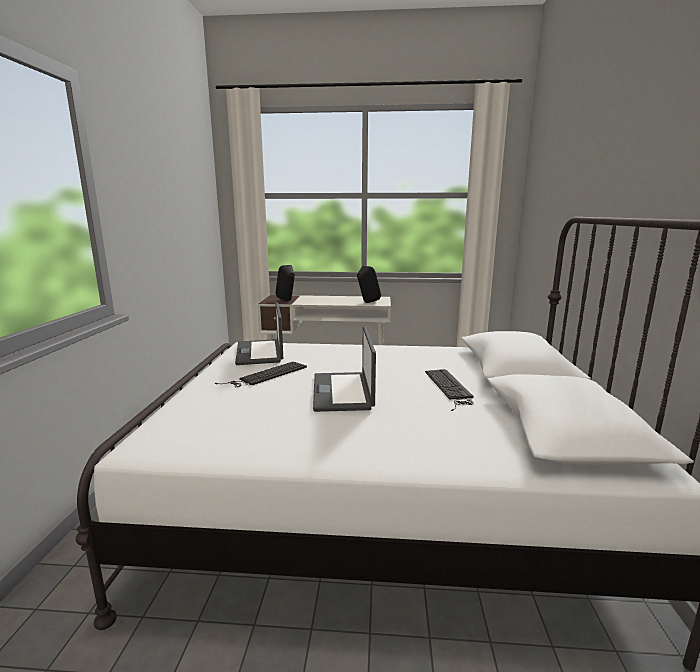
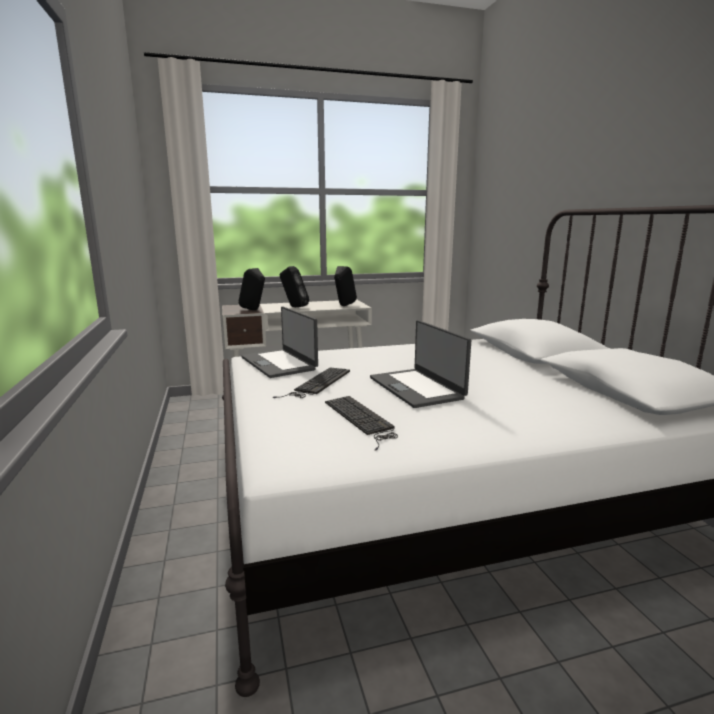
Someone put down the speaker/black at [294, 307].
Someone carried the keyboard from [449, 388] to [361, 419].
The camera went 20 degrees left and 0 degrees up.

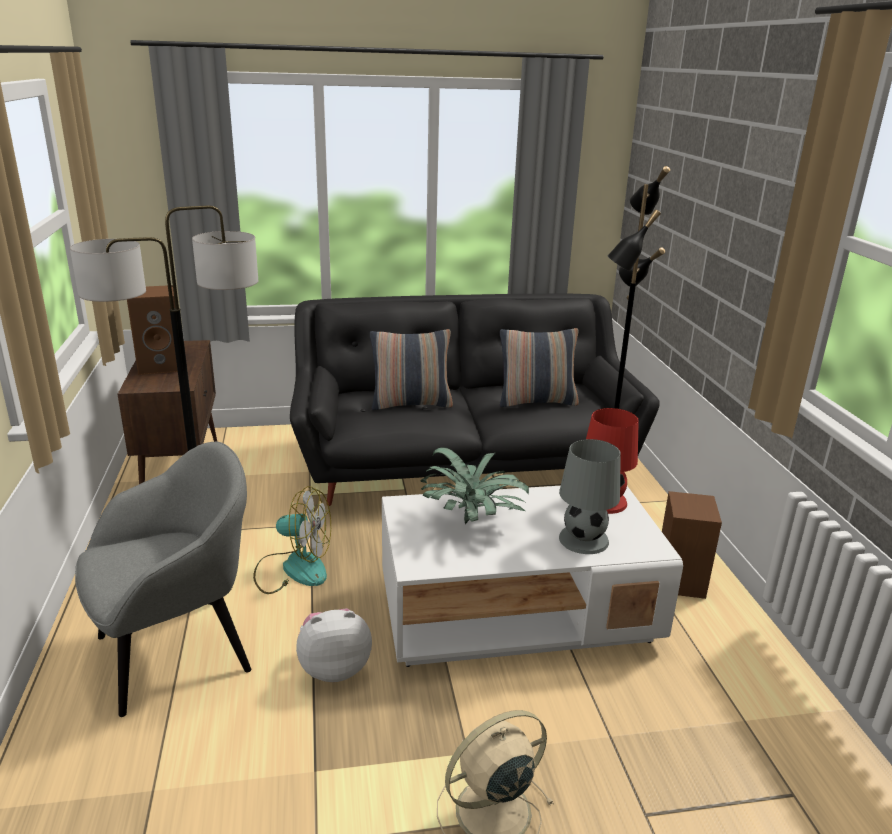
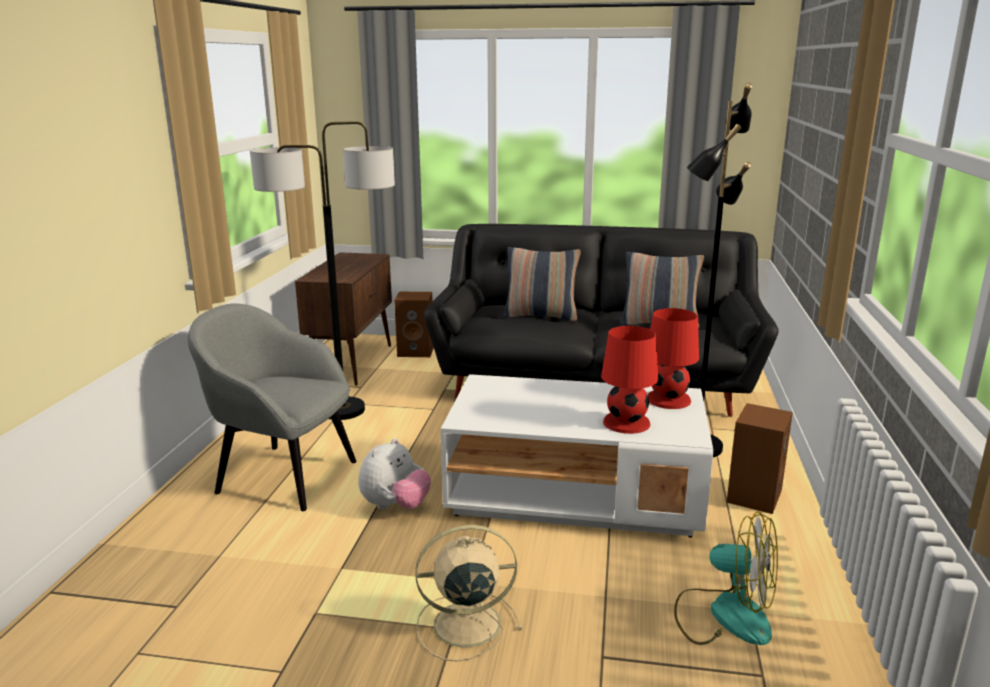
Someone rotated the armchair/grey at [178, 651] by 150 degrees counterclockwise.
Someone rotated the plush toy at [334, 668] by 120 degrees clockwise.
Someone carried the speaker/brown from [163, 365] to [417, 351].
Someone repainted the table lamp/grey at [584, 540], which became the table lamp/red at [627, 423].
Someone carried the fan from [293, 569] to [724, 615].
Someone took away the potted plant at [471, 521].
The camera went 20 degrees right and 5 degrees down.

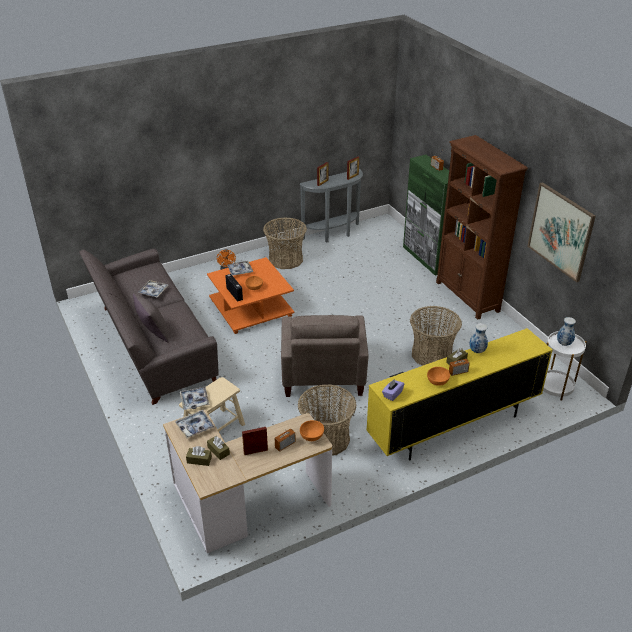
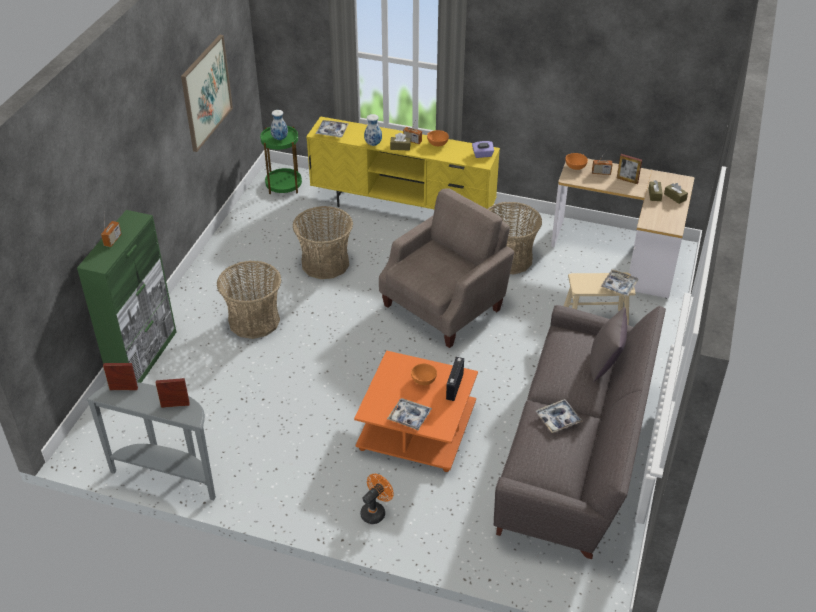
Someone carried the basket from [285, 259] to [254, 321].
Someone repainted the side table/white at [555, 387], which became the side table/green at [283, 185].
Someone carried the tray from [195, 427] to [332, 132].
Someone took away the bookcase/brown at [467, 297].
The camera went 135 degrees left and 5 degrees up.

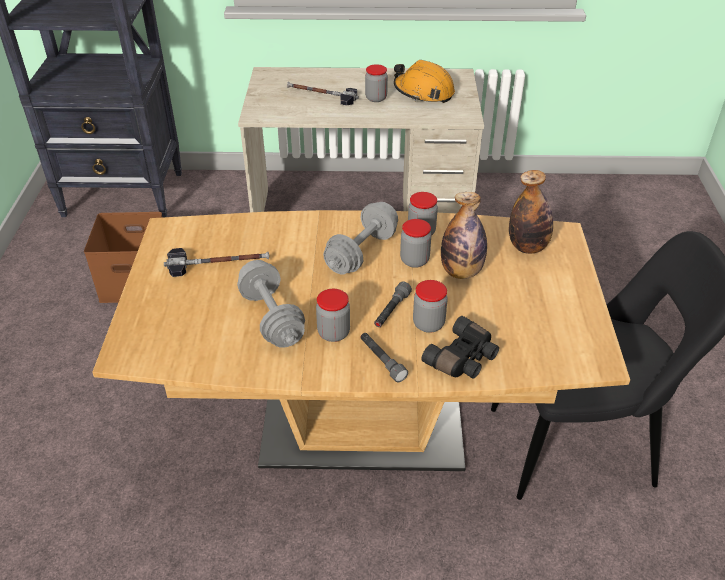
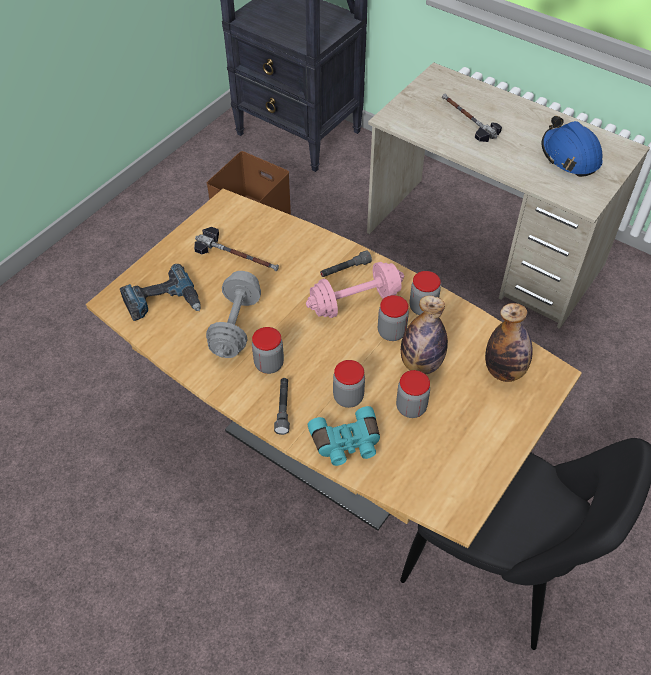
Someone put down the power drill at [162, 302].
Someone repainted the dumbbell/grey at [361, 252], which became the dumbbell/pink at [355, 302].
Someone repainted the binoculars/black at [463, 359], which became the binoculars/turquoise at [346, 444].
Someone carried the flashlight/grey from [391, 311] to [345, 269].
Someone carried the jar from [376, 98] to [411, 407].
Someone repainted the hard hat/orange at [423, 92], which became the hard hat/blue at [569, 156].
The camera went 35 degrees right and 10 degrees up.

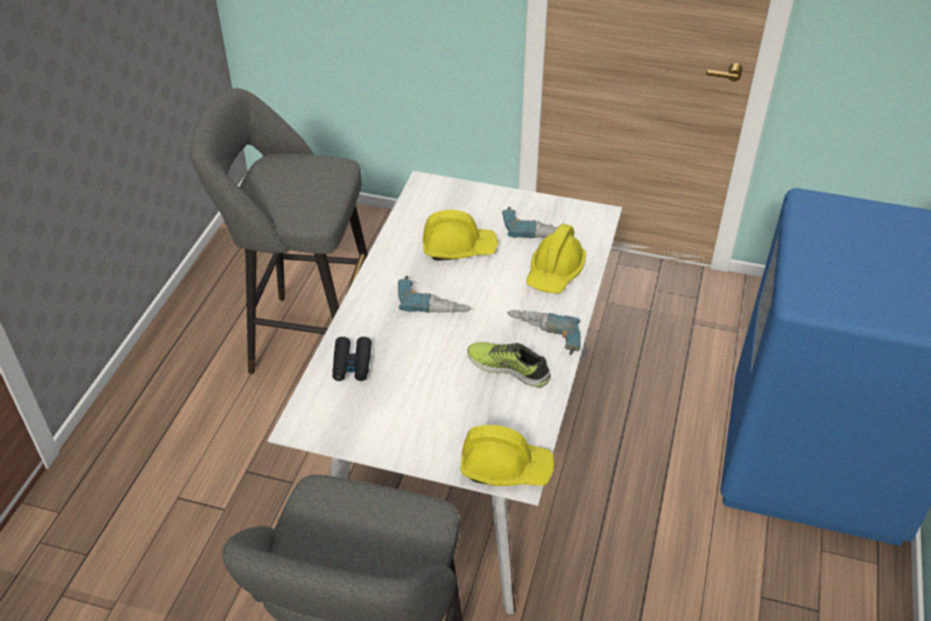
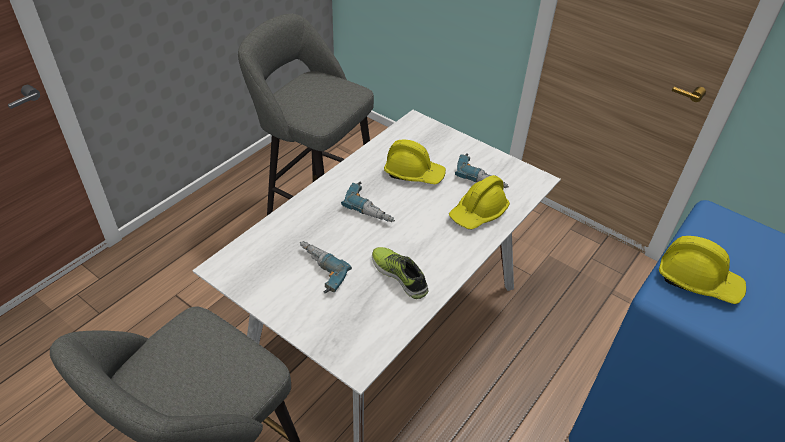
Someone carried the power drill from [542, 337] to [317, 271].
Someone carried the hard hat/yellow from [505, 467] to [697, 280].
Someone took away the binoculars/black at [352, 364].
The camera went 20 degrees right and 0 degrees up.

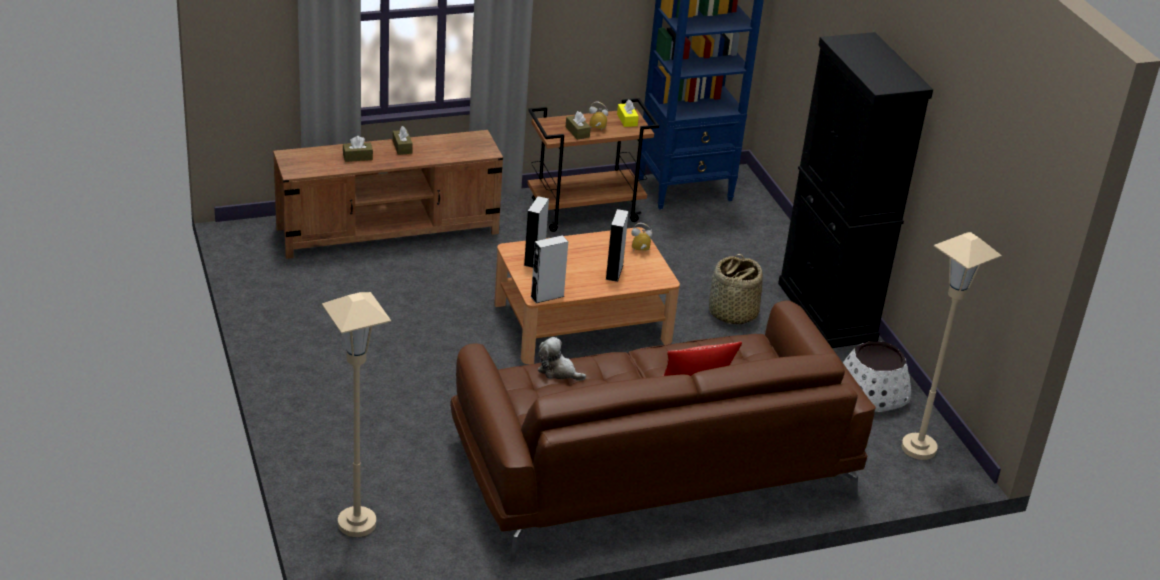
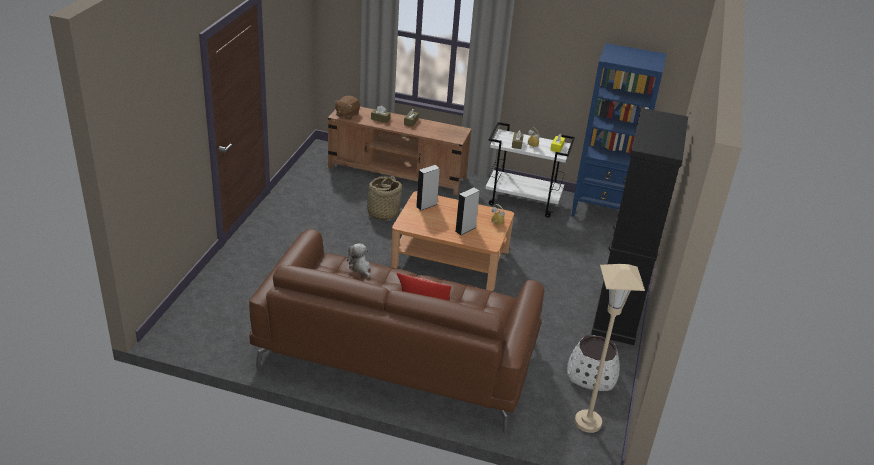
Someone put down the plush toy/brown at [347, 115].
Someone carried the basket from [732, 313] to [382, 213].
Someone repainted the cart/brown at [586, 211], which became the cart/white at [523, 201].
Someone took away the floor lamp/beige at [356, 523].
Someone took away the speaker/grey at [547, 296].
The camera went 35 degrees right and 0 degrees up.

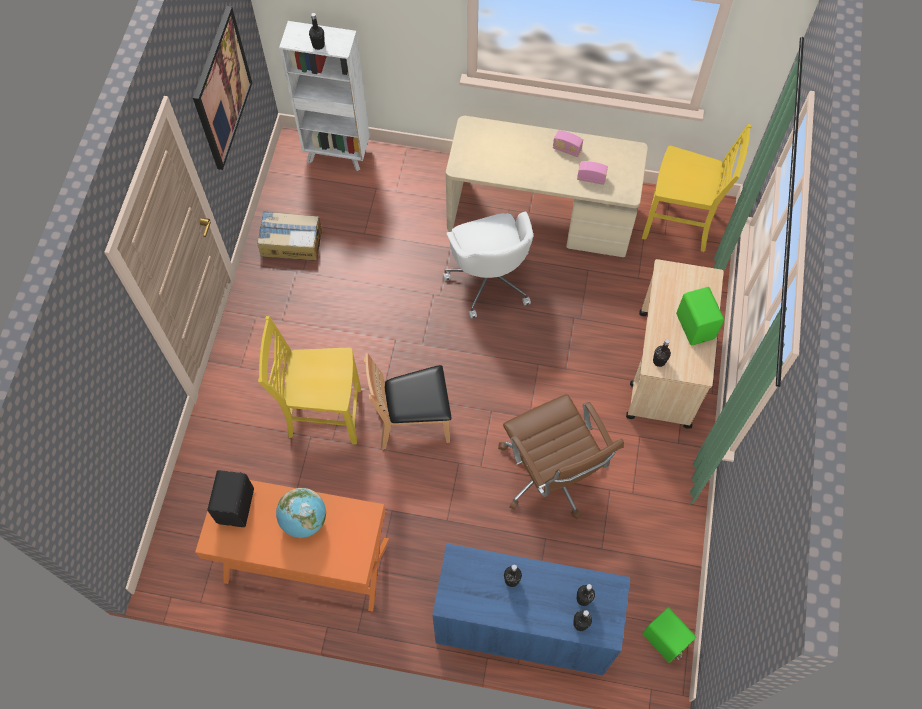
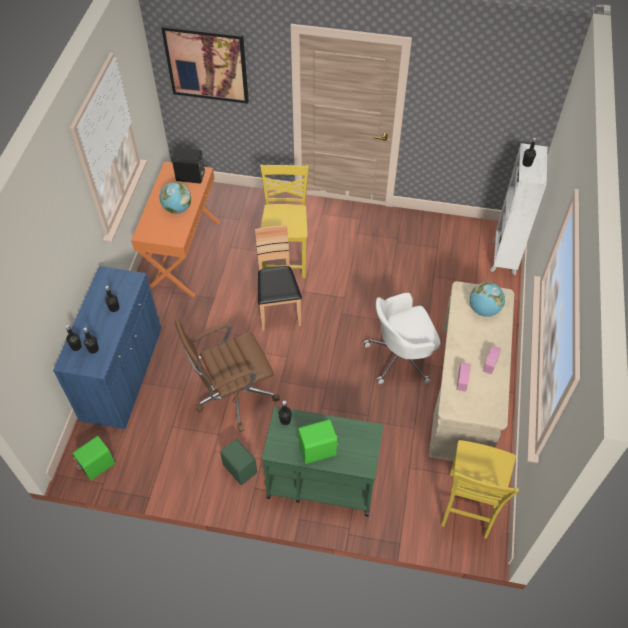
Someone carried the picture from [221, 89] to [207, 64].
Someone put down the speaker/green at [240, 468].
Someone repainted the cart/beige at [664, 370], which became the cart/green at [321, 481].
Someone put down the globe at [484, 309].
Someone took away the cardboard box at [291, 242].
The camera went 90 degrees right and 10 degrees down.

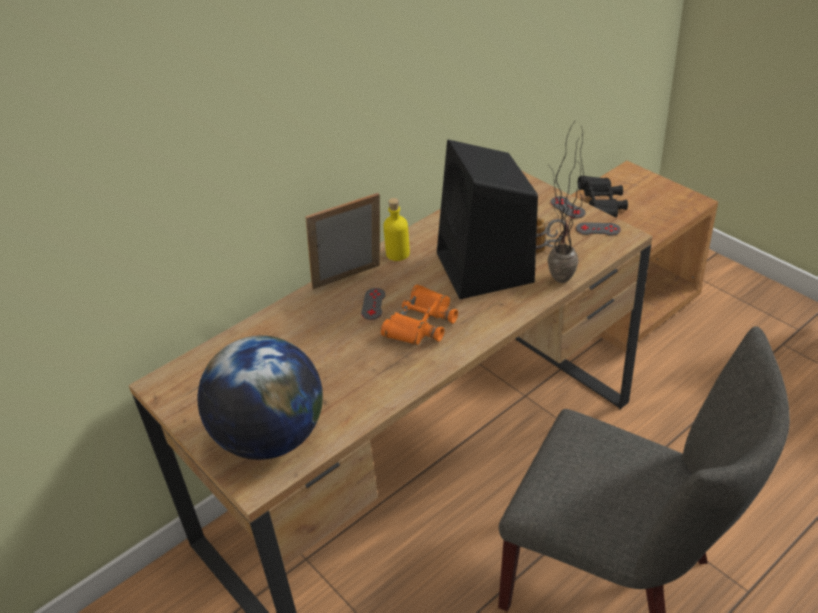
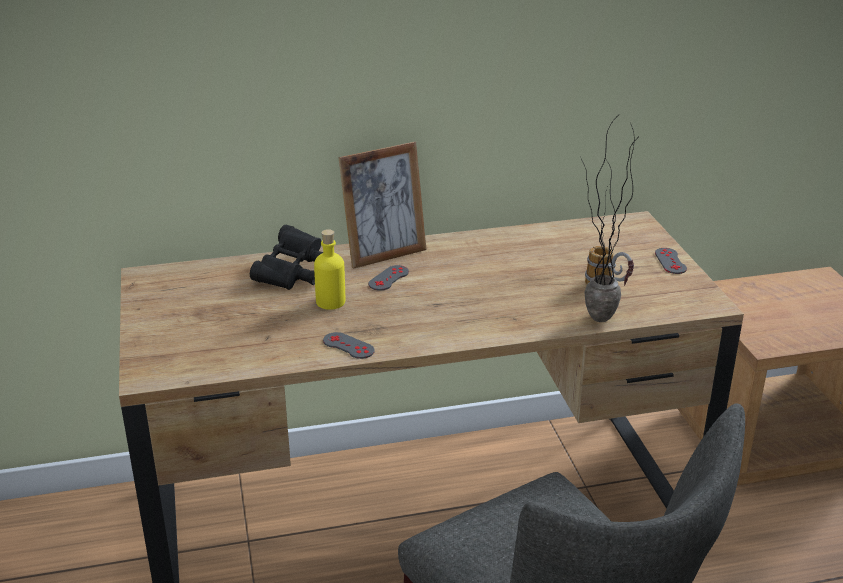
Someone carried the binoculars/black from [601, 207] to [293, 274].
Someone carried the bottle/yellow from [398, 254] to [330, 302].
Someone carried the game controller/grey from [598, 229] to [348, 346].
Someone rotated the picture frame at [350, 281] by 150 degrees clockwise.
Someone took away the globe at [270, 438].
Someone took away the binoculars/orange at [421, 323].
Someone took away the speaker/black at [486, 269].
The camera went 25 degrees right and 10 degrees down.

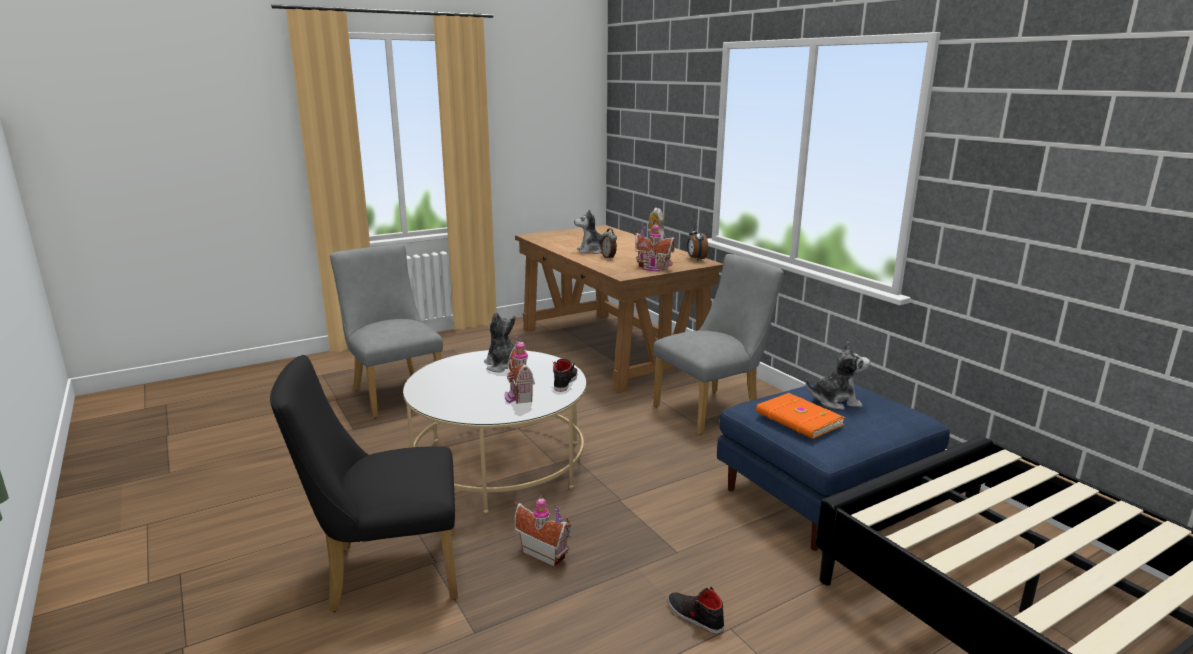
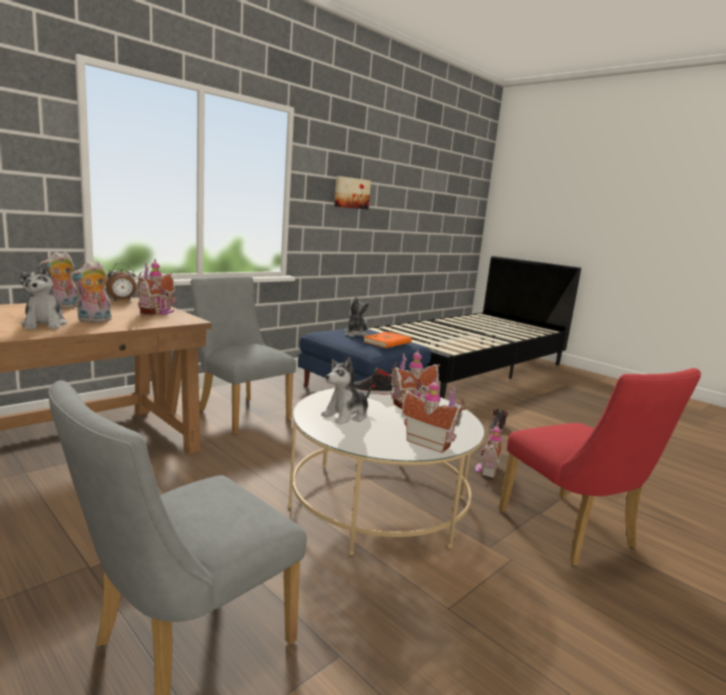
Someone swapped the alarm clock at [609, 257] for the plush toy at [94, 321].
Someone put up the picture at [351, 193].
Someone put down the toy house at [429, 442].
Someone repainted the chair/black at [384, 573], which became the chair/red at [573, 534].
The camera went 105 degrees left and 5 degrees down.

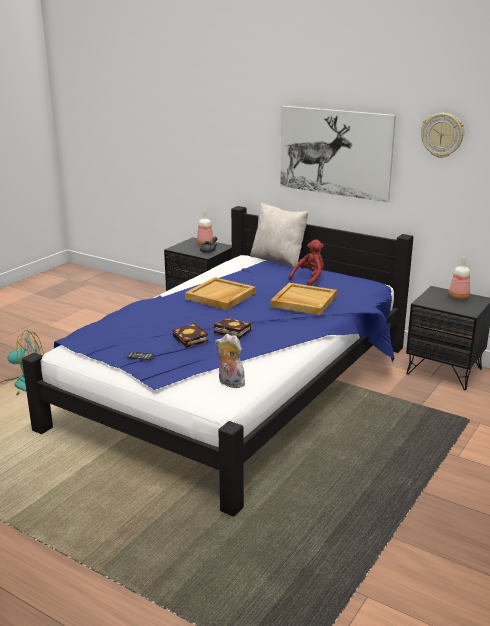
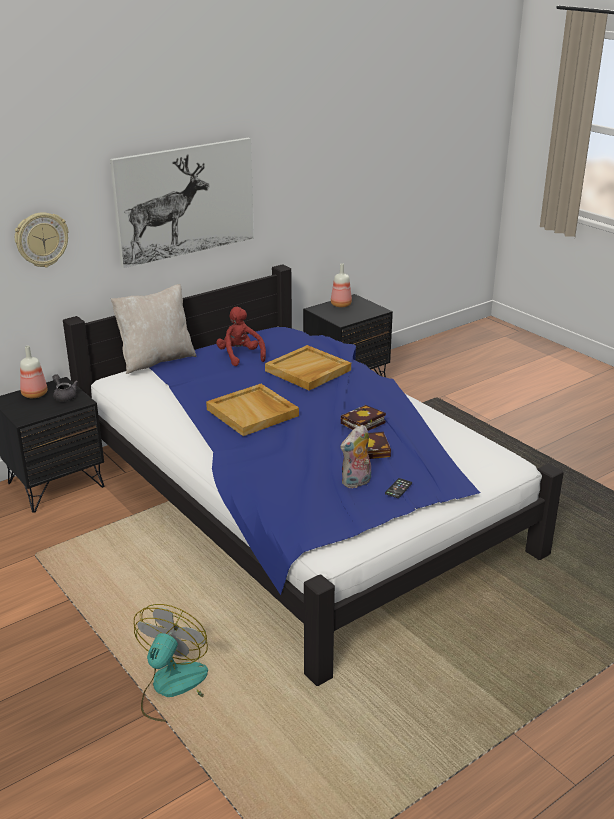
Someone carried the wall clock from [442, 135] to [41, 239].
Someone carried the plush toy from [229, 383] to [356, 483].
The camera went 70 degrees left and 5 degrees up.

